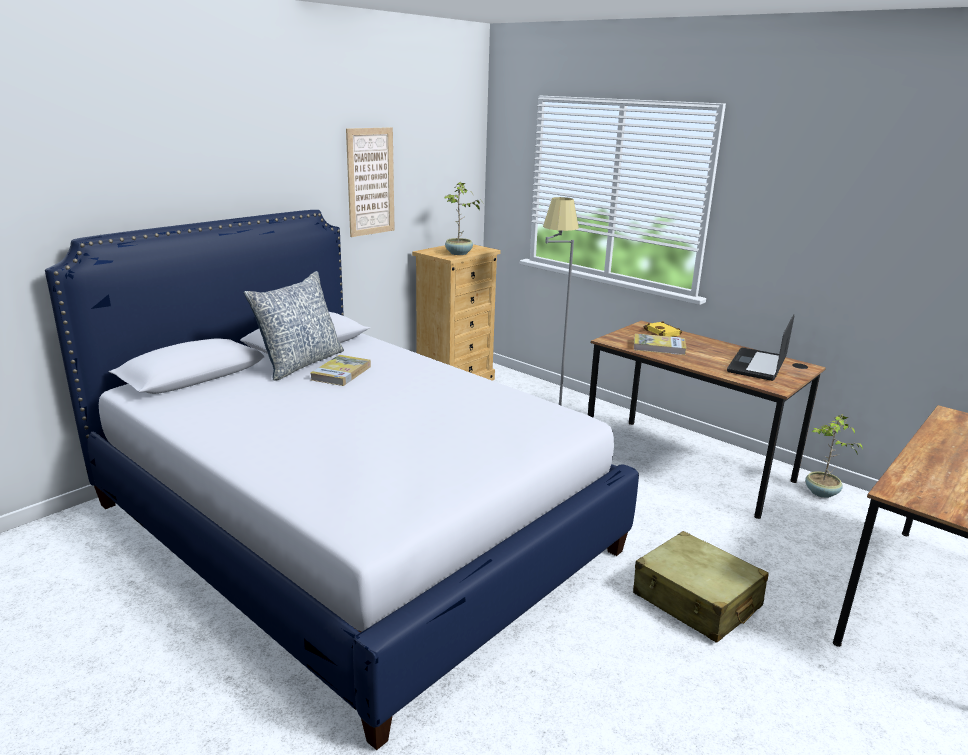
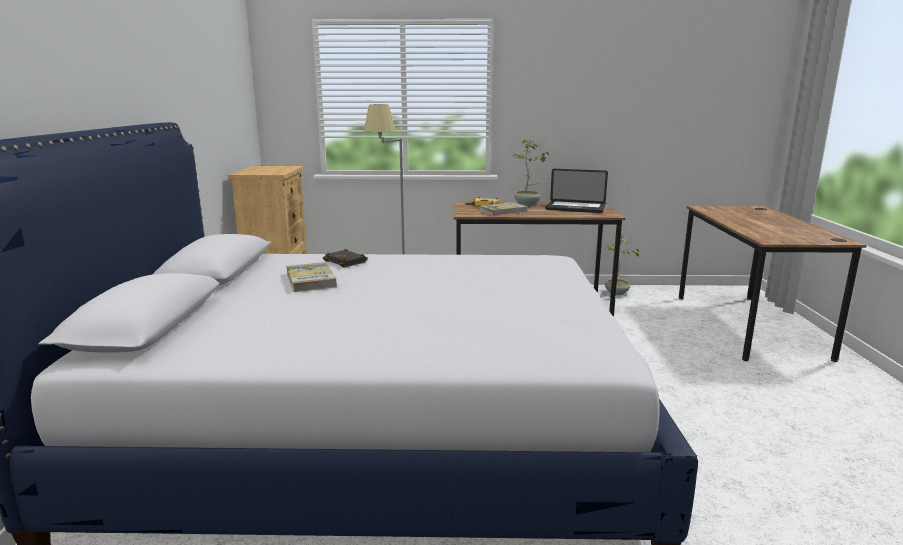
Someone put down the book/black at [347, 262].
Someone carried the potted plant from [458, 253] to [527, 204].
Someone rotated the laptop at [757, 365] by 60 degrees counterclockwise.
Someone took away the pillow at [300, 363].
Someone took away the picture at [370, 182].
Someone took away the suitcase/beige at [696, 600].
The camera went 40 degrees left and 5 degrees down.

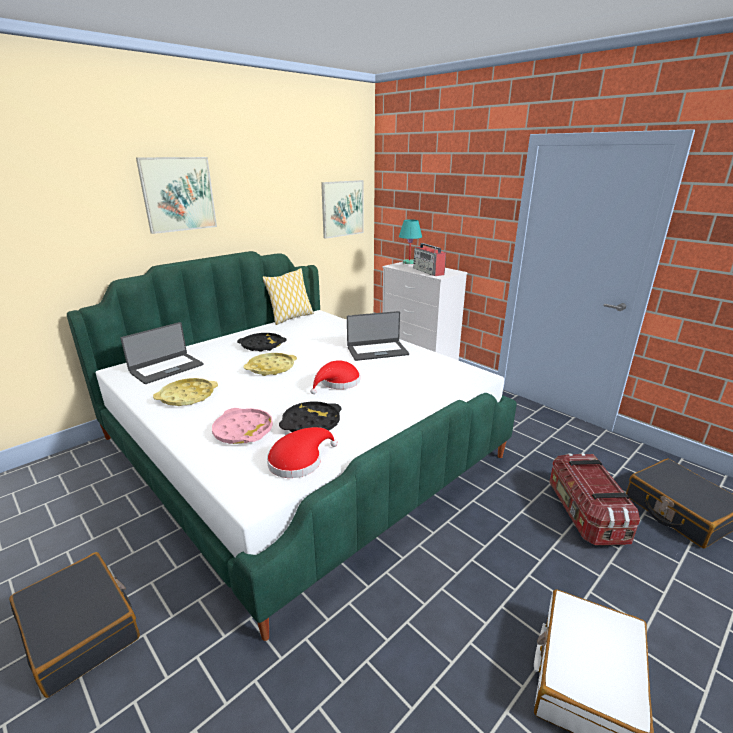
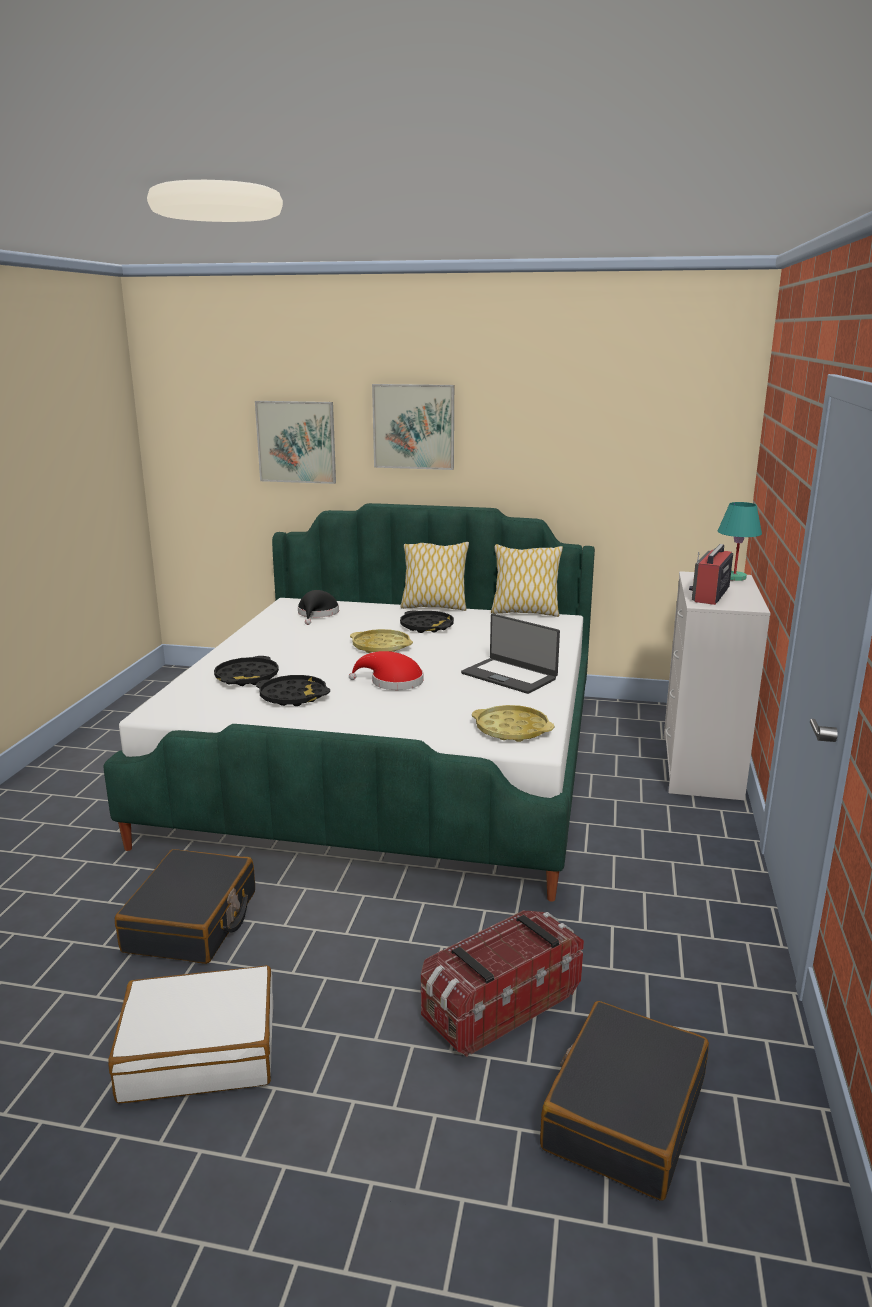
Someone carried the suitcase/black from [81, 629] to [192, 922].
Someone repainted the tray/pink at [243, 431], which became the tray/black at [247, 677].
Someone carried the picture from [342, 208] to [296, 442].
Someone swapped the laptop at [166, 368] for the hat/black at [317, 614].
Someone put down the pillow at [434, 607].
Someone carried the tray/yellow from [187, 396] to [512, 729].
Someone took away the hat/red at [299, 461].
The camera went 55 degrees right and 5 degrees down.

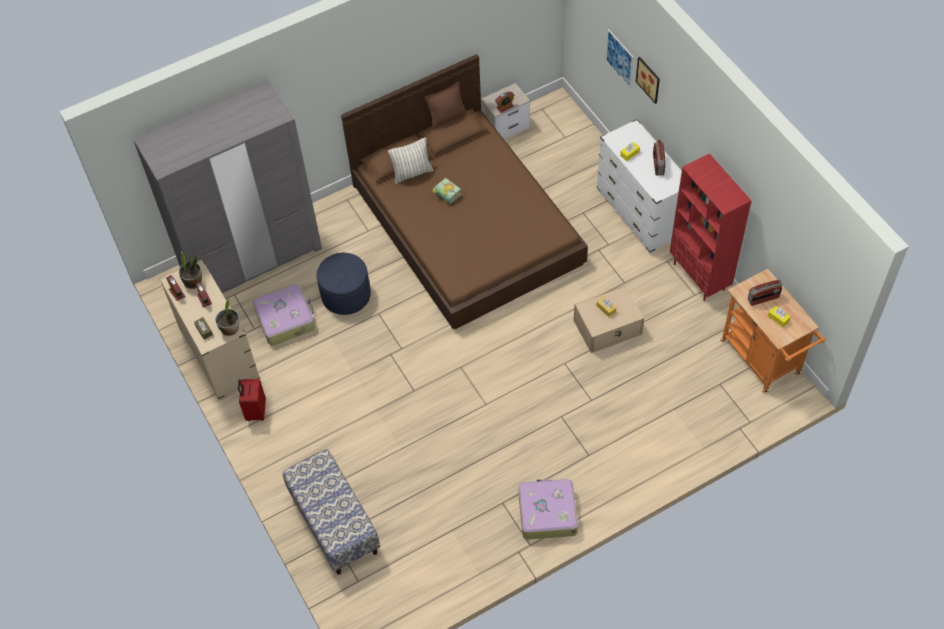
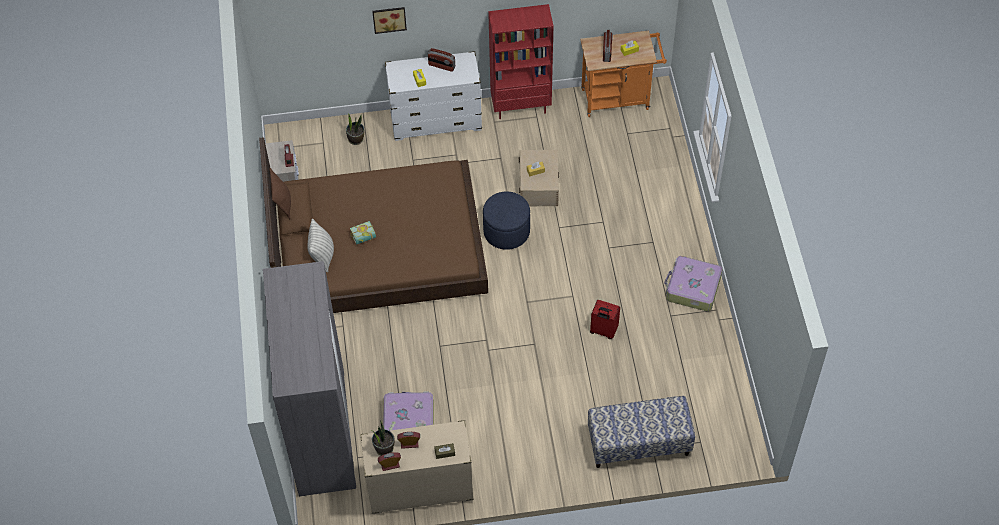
Someone carried the potted plant from [230, 329] to [356, 139].
Someone carried the ottoman/blue from [346, 295] to [506, 231].
Someone carried the suitcase/red from [255, 411] to [603, 331].
Someone took away the picture at [619, 58].
The camera went 70 degrees left and 0 degrees up.

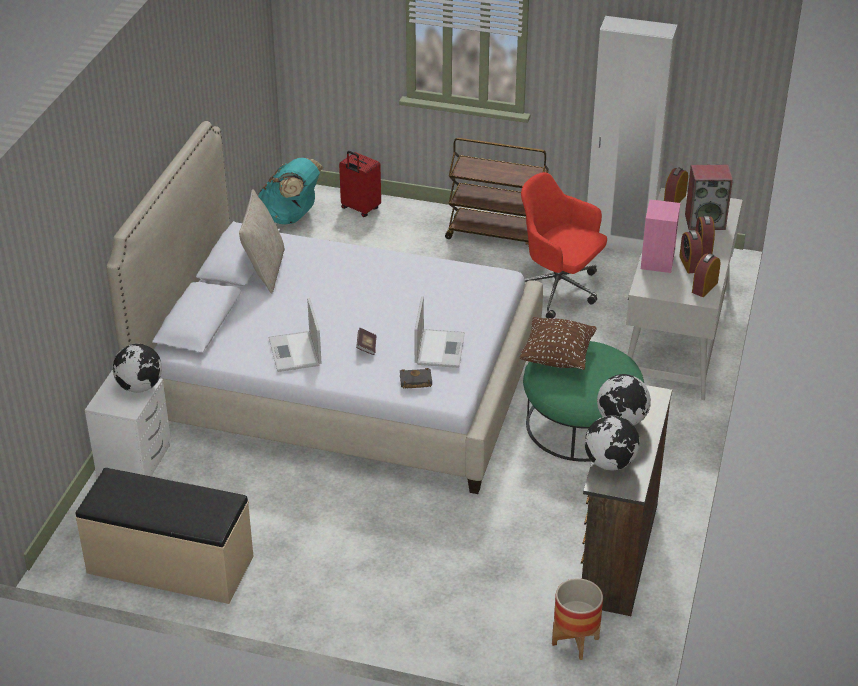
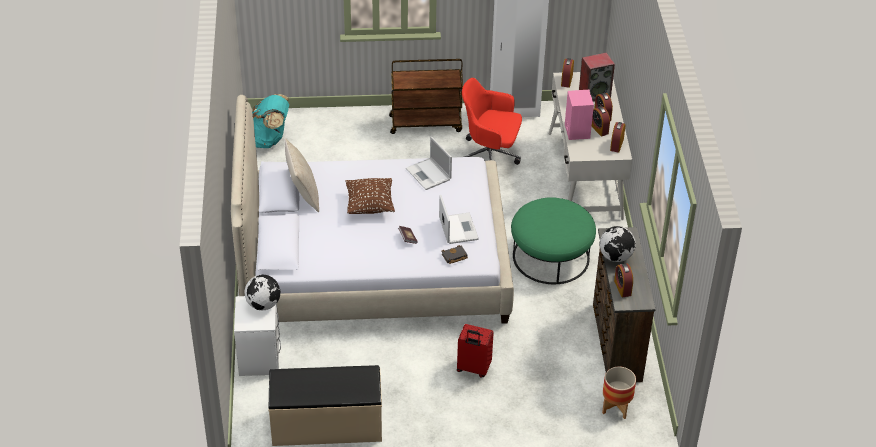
Someone carried the pillow/brown from [557, 357] to [370, 206].
Someone carried the laptop from [295, 352] to [429, 174].
Someone carried the suitcase/red from [360, 209] to [473, 369].
Someone swapped the globe at [610, 463] for the alarm clock at [622, 288].
The camera went 20 degrees left and 5 degrees up.

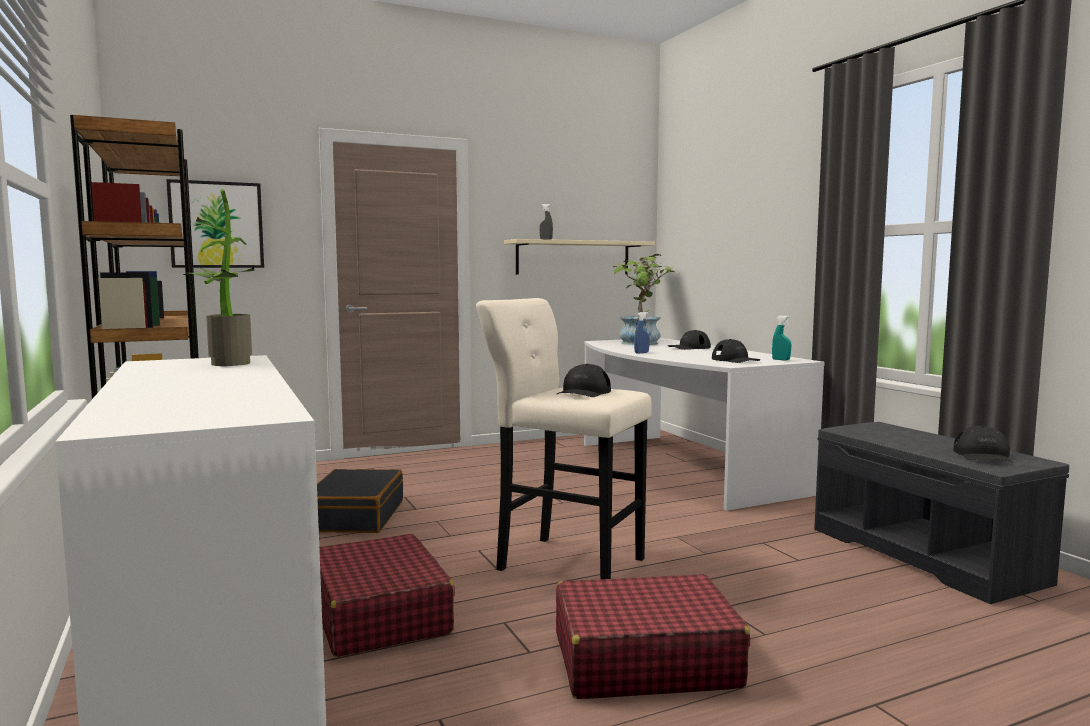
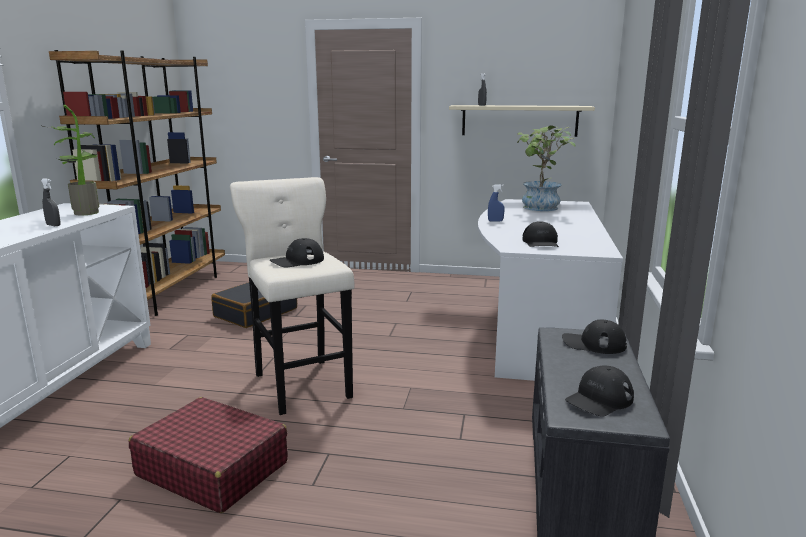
Someone put down the spray bottle/grey at [53, 225].
Someone carried the cap/black from [689, 348] to [593, 344].
Someone took away the picture at [216, 225].
Someone took away the suitcase/red at [379, 614].
Someone took away the spray bottle/turquoise at [781, 360].
The camera went 35 degrees right and 10 degrees up.

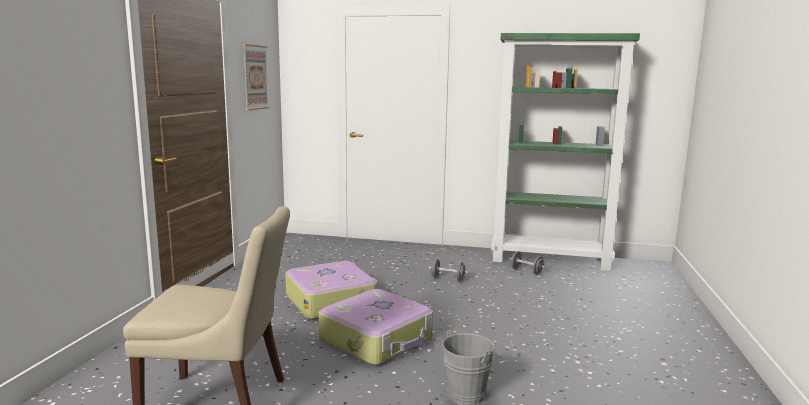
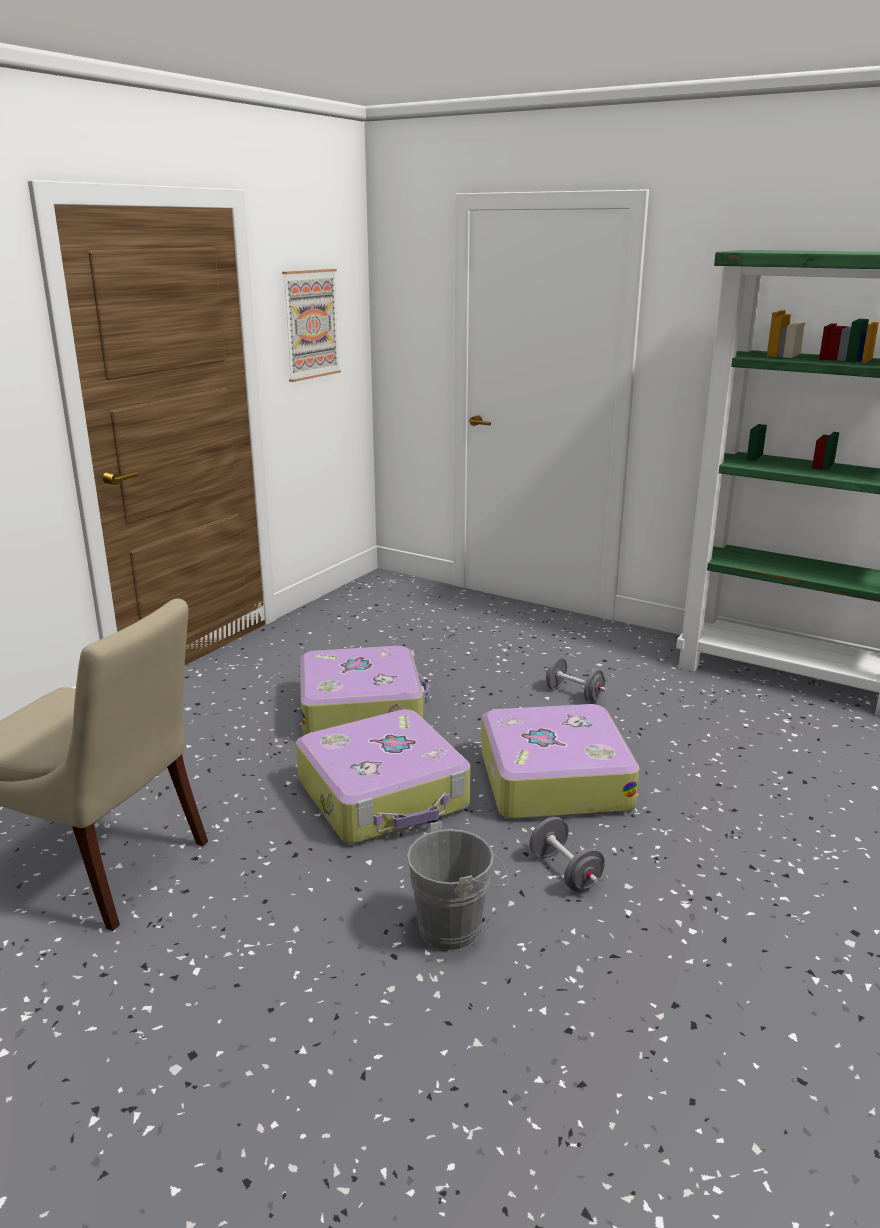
Someone put down the suitcase at [552, 779].
Someone carried the dumbbell/grey from [526, 271] to [565, 871].
The camera went 20 degrees right and 10 degrees up.

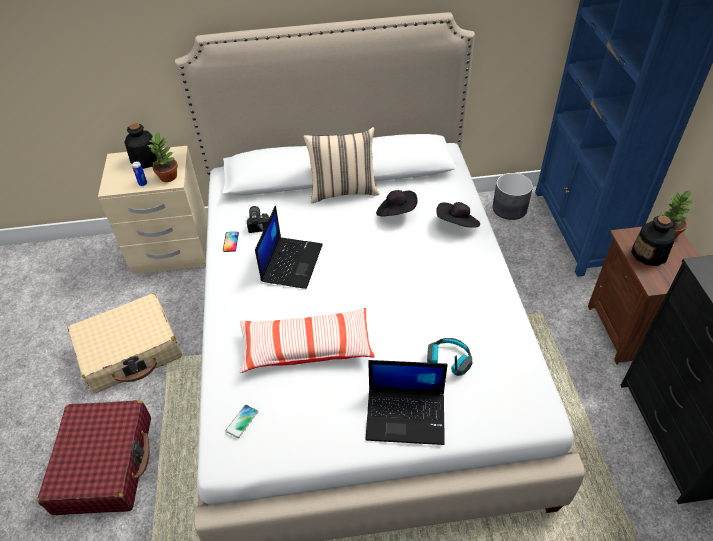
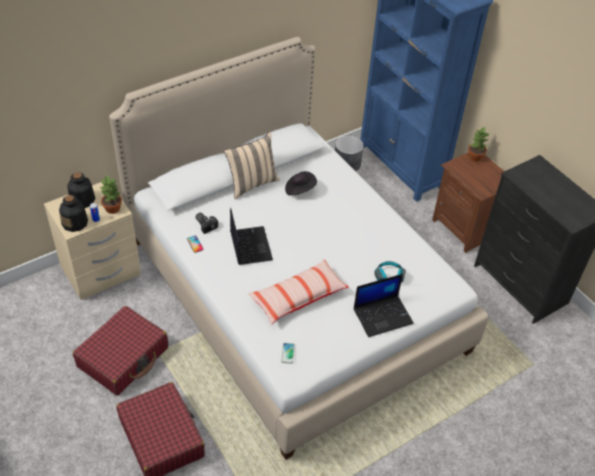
Someone carried the bottle from [649, 254] to [75, 223].
Someone repainted the suitcase/beige at [130, 351], which became the suitcase/red at [123, 357].
Someone took away the hat/black at [457, 225].
The camera went 30 degrees left and 0 degrees up.

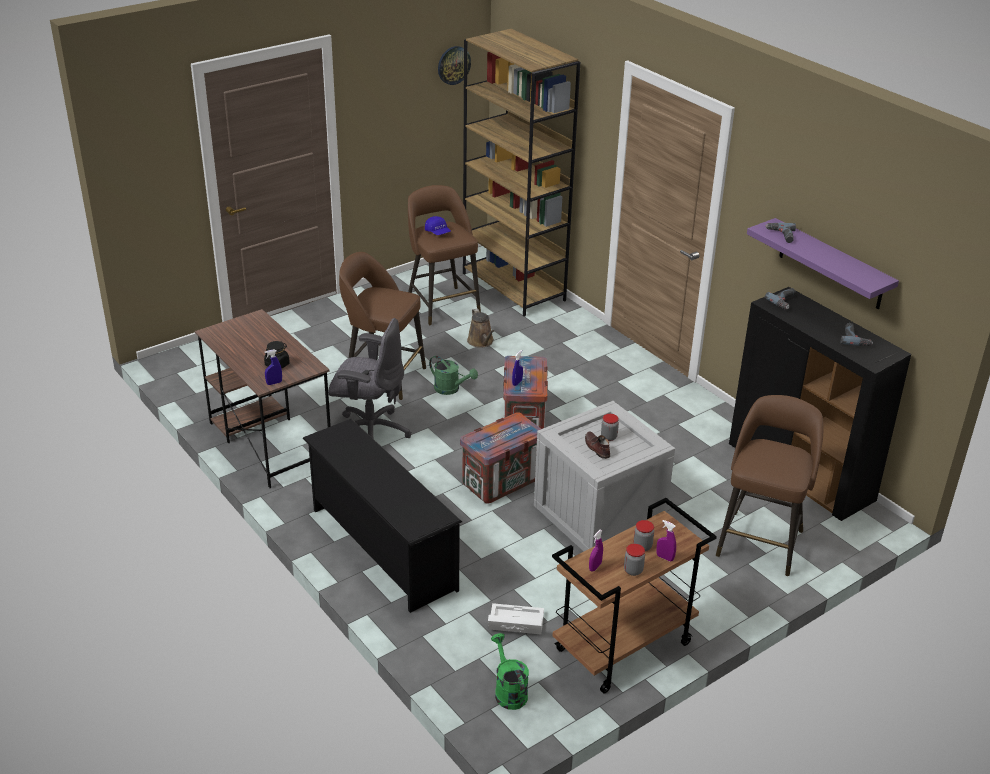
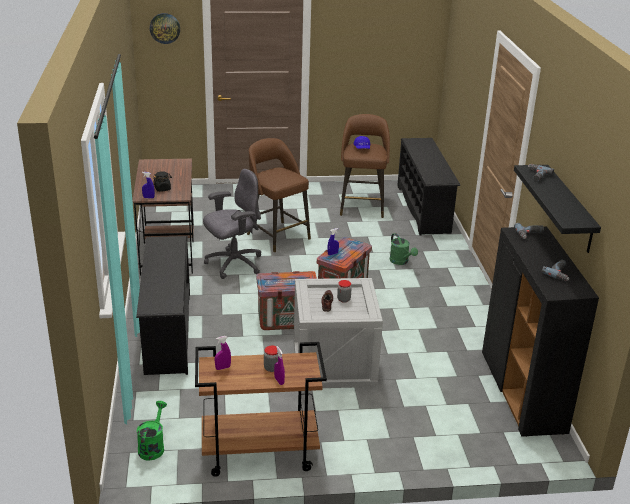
Someone carried the wall clock from [453, 65] to [165, 28].
Someone rotated the office chair/grey at [369, 432] by 75 degrees counterclockwise.
Someone carried the watering can/green from [451, 389] to [401, 262].
Someone swapped the bookcase/brown at [514, 287] for the shoe rack/black at [424, 209].
Someone repainted the shelf/purple at [831, 264], which became the shelf/black at [569, 209].
Someone took away the watering can/brown at [481, 342].
Someone took away the storage box/white at [514, 624].
Someone took away the jar at [633, 570].
Someone took away the stool/brown at [761, 541].
The camera went 30 degrees right and 5 degrees down.

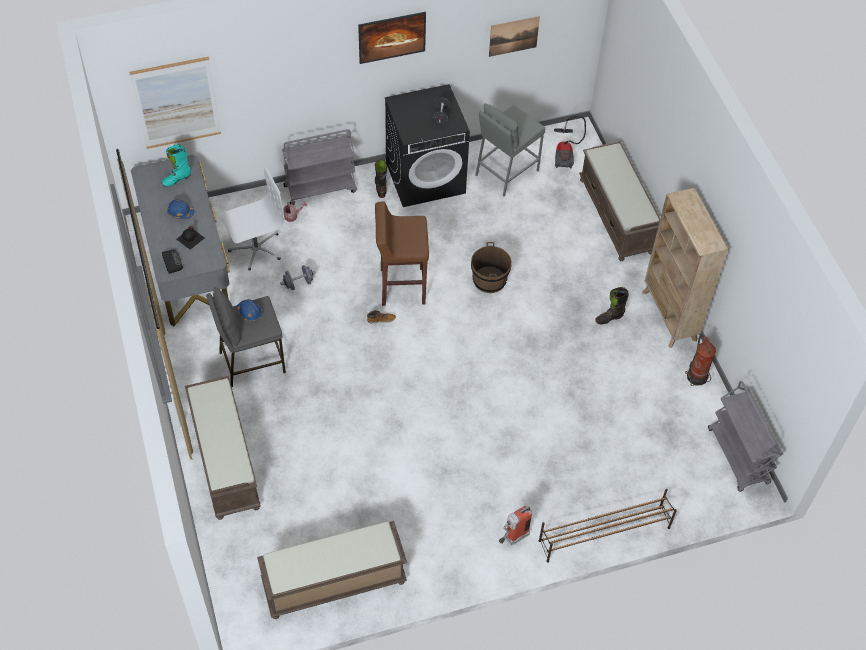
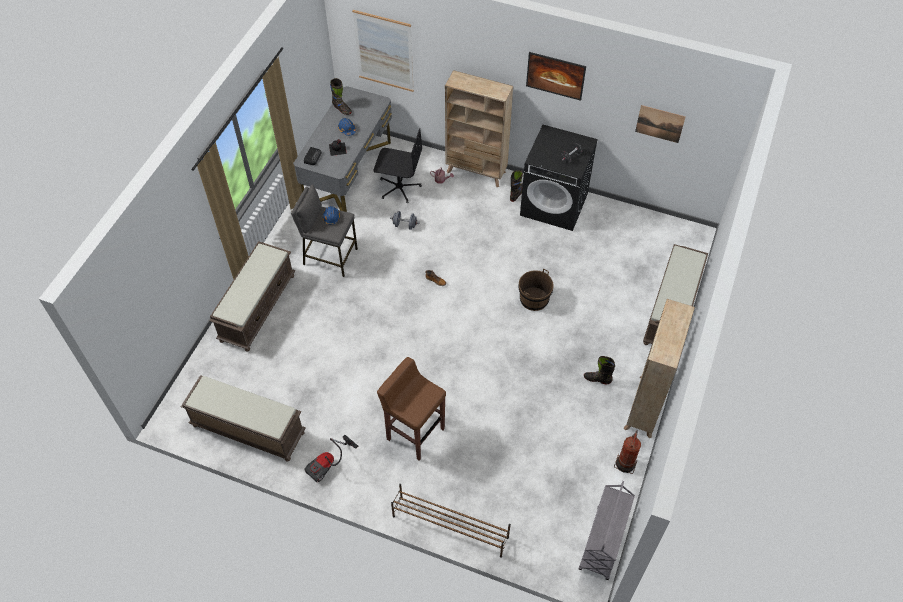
Someone carried the vacuum cleaner from [565, 153] to [329, 464].
Someone put down the boot/black at [342, 109].
Someone repainted the office chair/white at [256, 248], which became the office chair/black at [399, 187].
Someone carried the stool/brown from [401, 286] to [415, 433].
Someone swapped the cart/grey at [320, 188] for the bookcase/beige at [476, 172].
Someone took away the boot/turquoise at [176, 179].
Someone took away the stool/grey at [506, 172].
Someone took away the fire extinguisher at [512, 538].
The camera went 40 degrees right and 0 degrees up.

